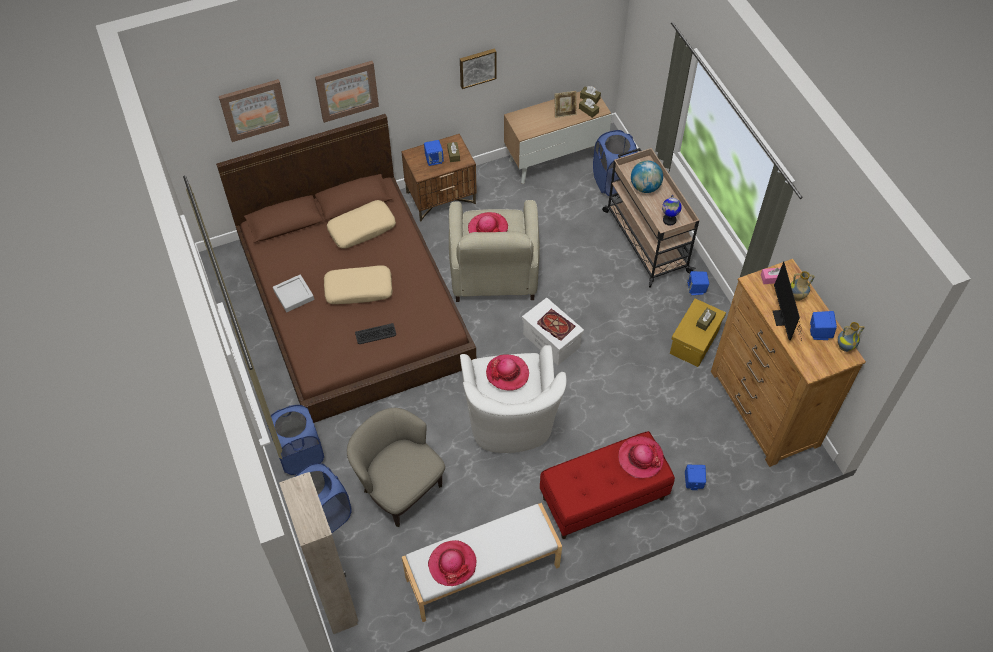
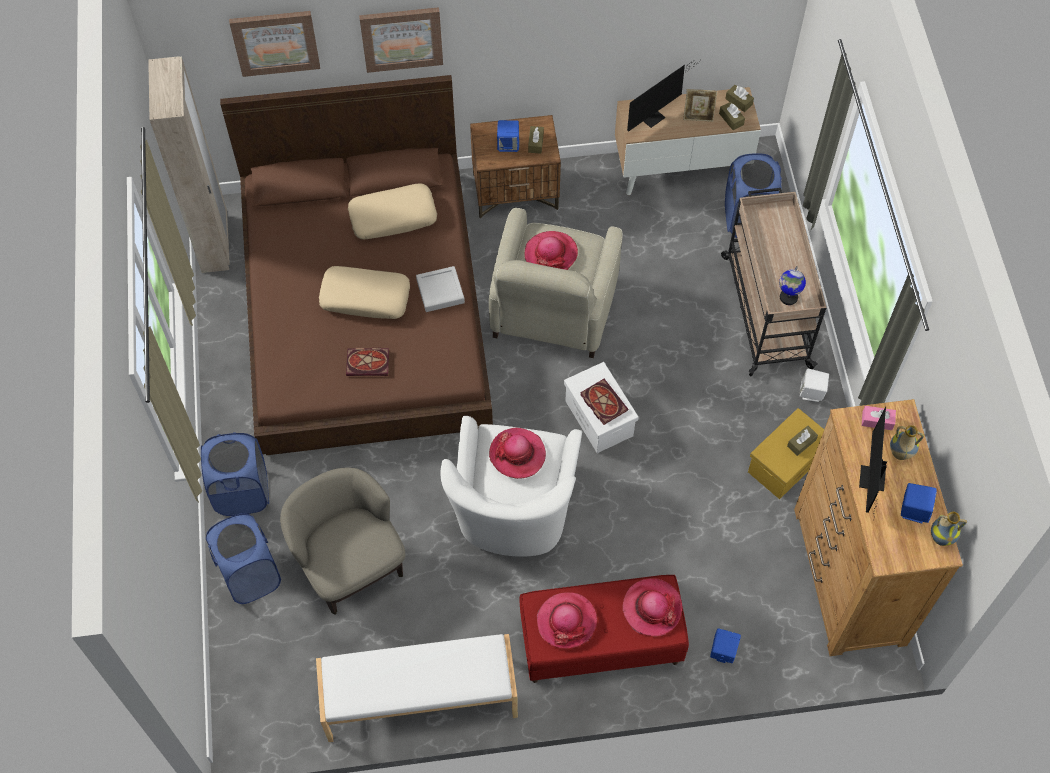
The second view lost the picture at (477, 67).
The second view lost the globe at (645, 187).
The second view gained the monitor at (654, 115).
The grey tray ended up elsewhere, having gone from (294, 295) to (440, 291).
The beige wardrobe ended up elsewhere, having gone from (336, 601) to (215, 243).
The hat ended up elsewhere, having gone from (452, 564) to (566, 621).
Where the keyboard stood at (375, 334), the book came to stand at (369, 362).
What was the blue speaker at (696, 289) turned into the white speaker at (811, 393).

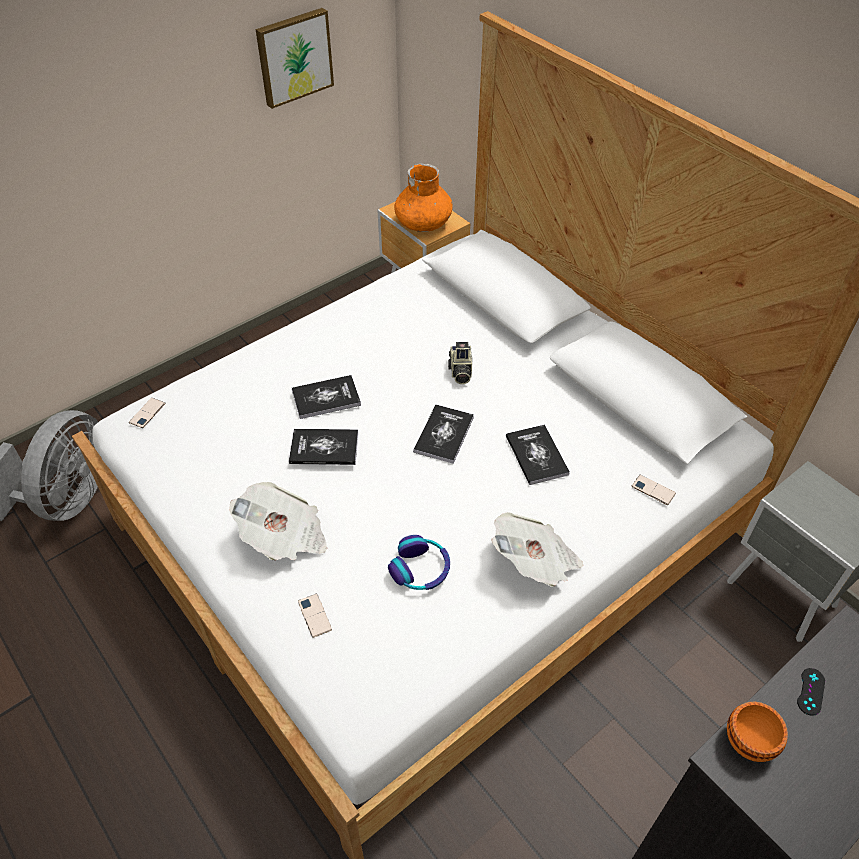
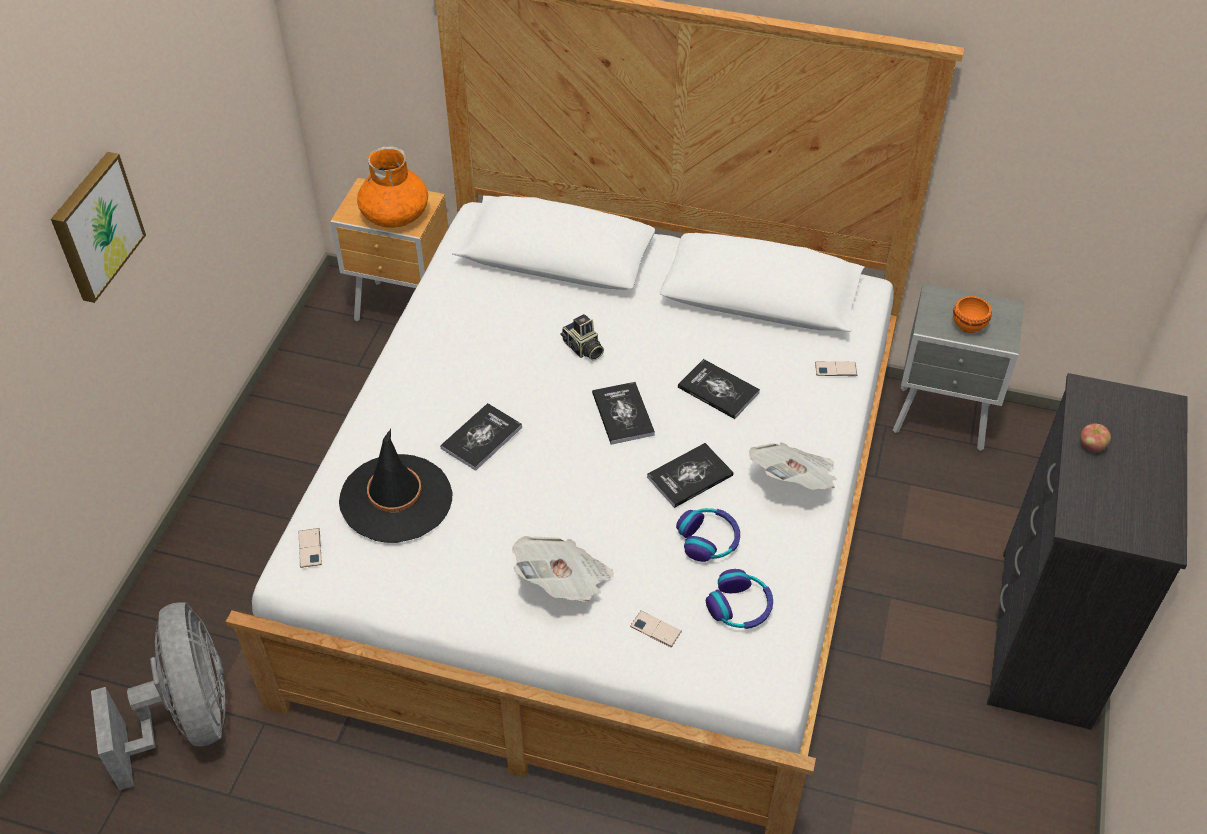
The second view gained the black hat at (396, 498).
The second view gained the headphones at (740, 607).
The picture ended up elsewhere, having gone from (294, 57) to (95, 226).
The book ended up elsewhere, having gone from (324, 448) to (690, 476).
The orange bowl ended up elsewhere, having gone from (750, 741) to (968, 325).
Where the black game controller stood at (810, 691), the apple came to stand at (1091, 446).

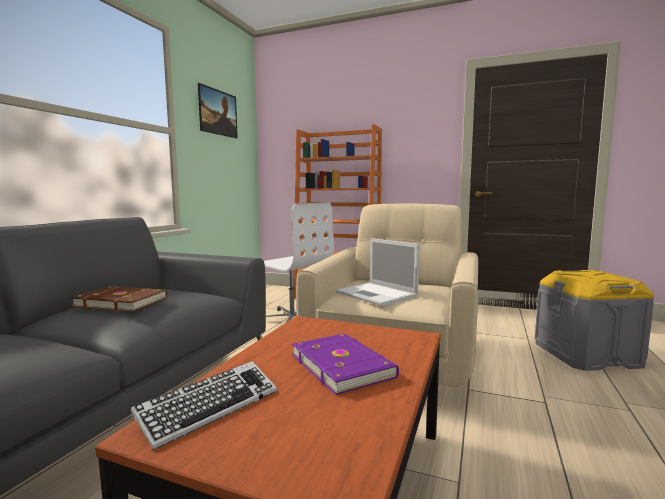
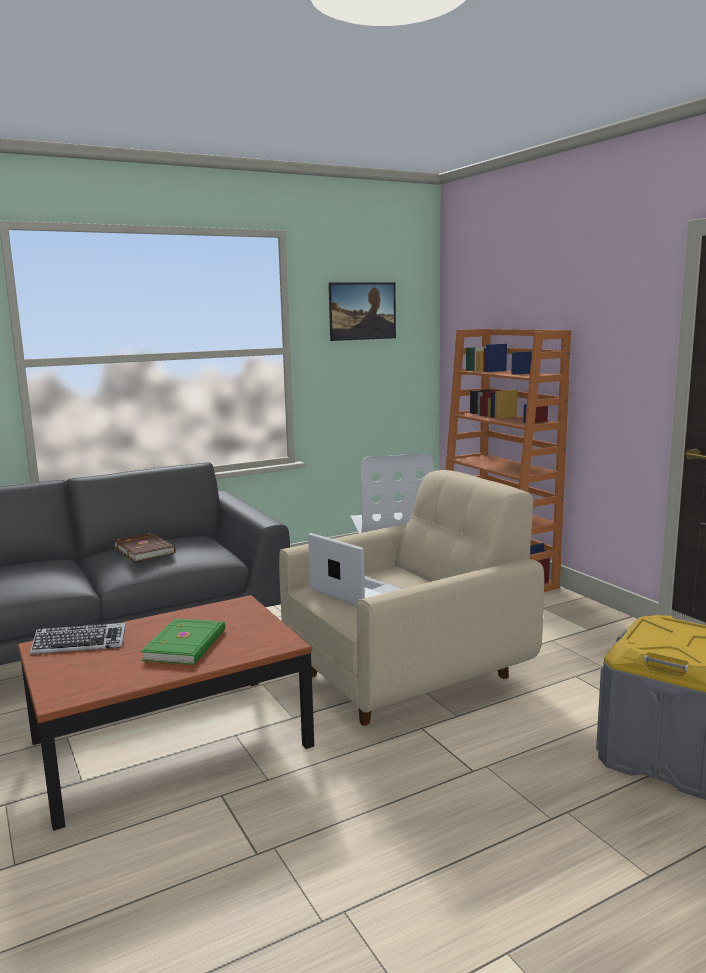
What was the purple book at (343, 365) turned into the green book at (187, 645).
The laptop at (377, 294) ended up facing another way, 135 degrees clockwise from before.

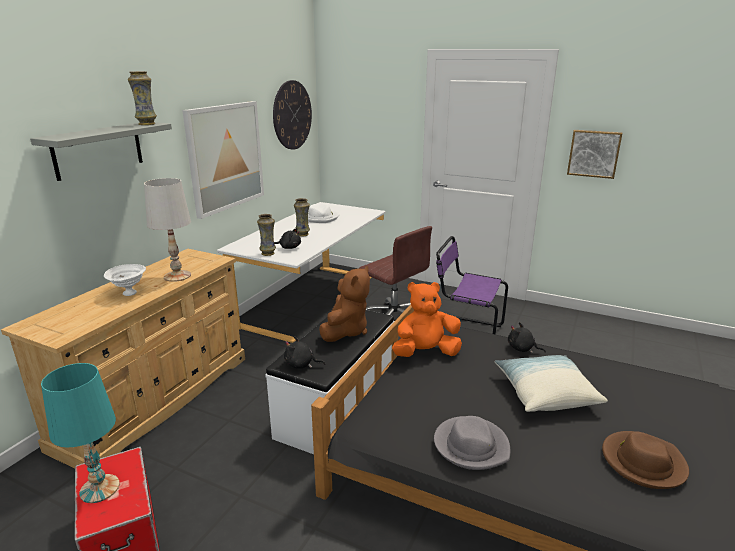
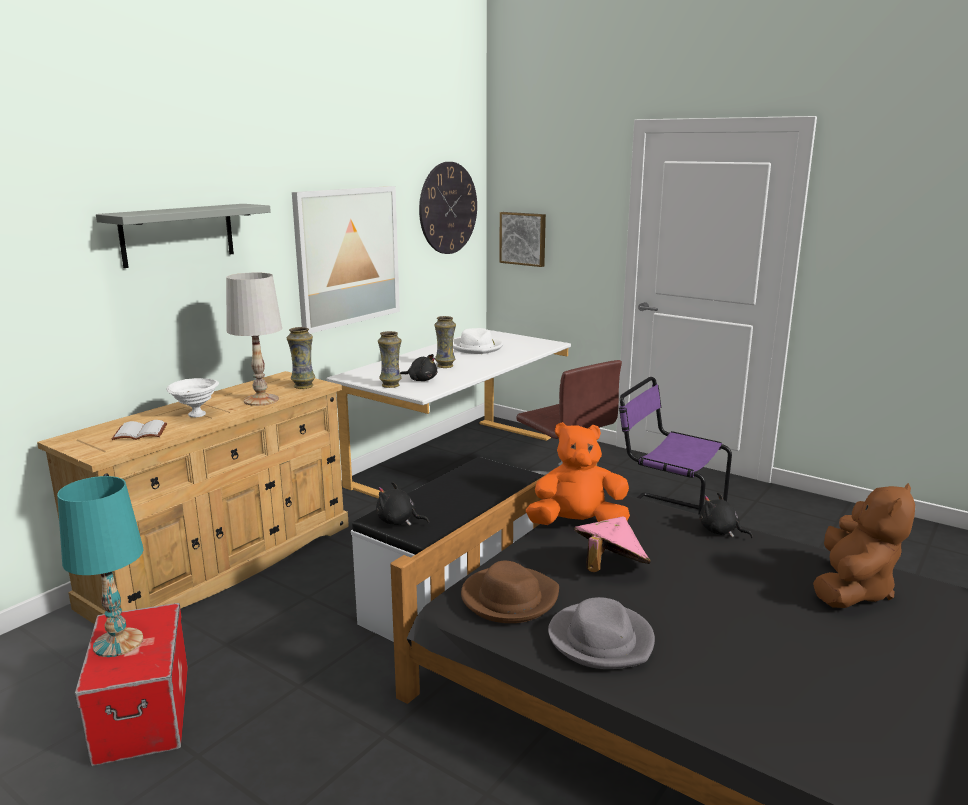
The second view lost the pillow at (545, 394).
The second view gained the white book at (139, 433).
The second view gained the pink hat at (609, 568).
The vase ended up elsewhere, having gone from (146, 124) to (303, 386).
The brown plush toy ended up elsewhere, having gone from (346, 331) to (852, 590).
The picture ended up elsewhere, having gone from (594, 153) to (523, 238).
The brown hat ended up elsewhere, having gone from (643, 462) to (509, 598).

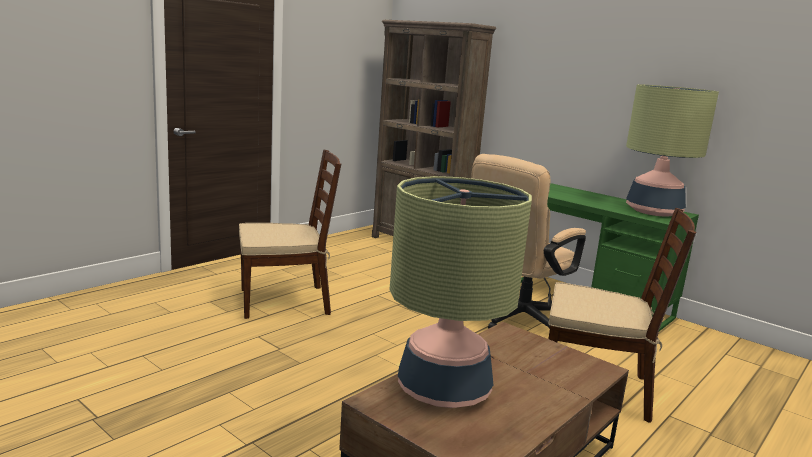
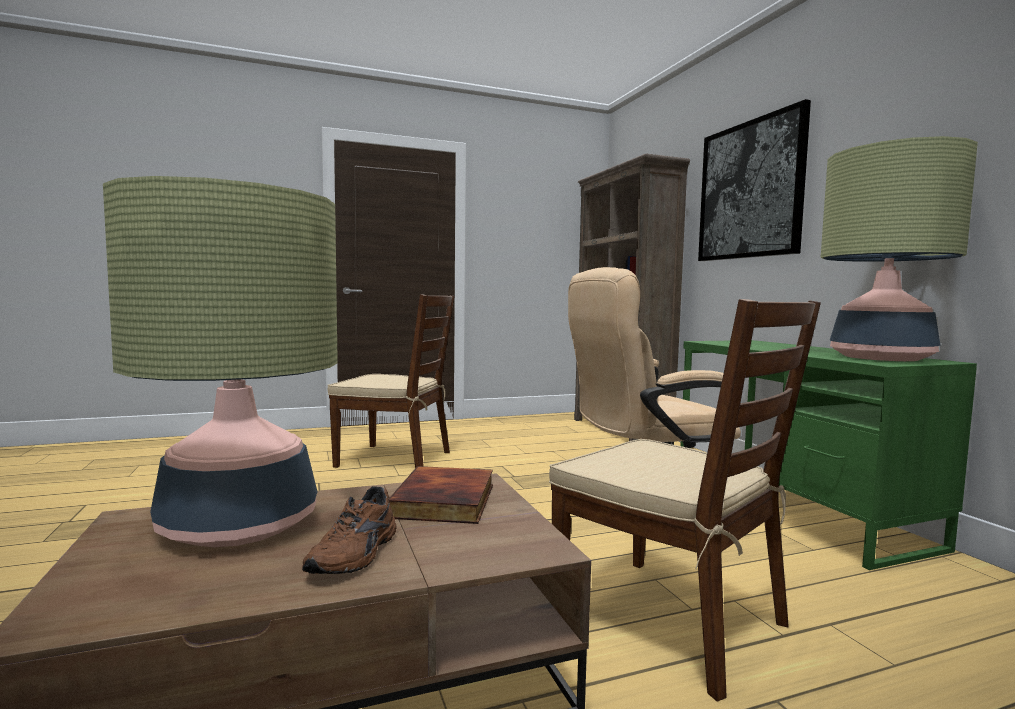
The second view gained the brown shoe at (357, 554).
The second view gained the book at (446, 501).
The second view gained the picture at (750, 190).

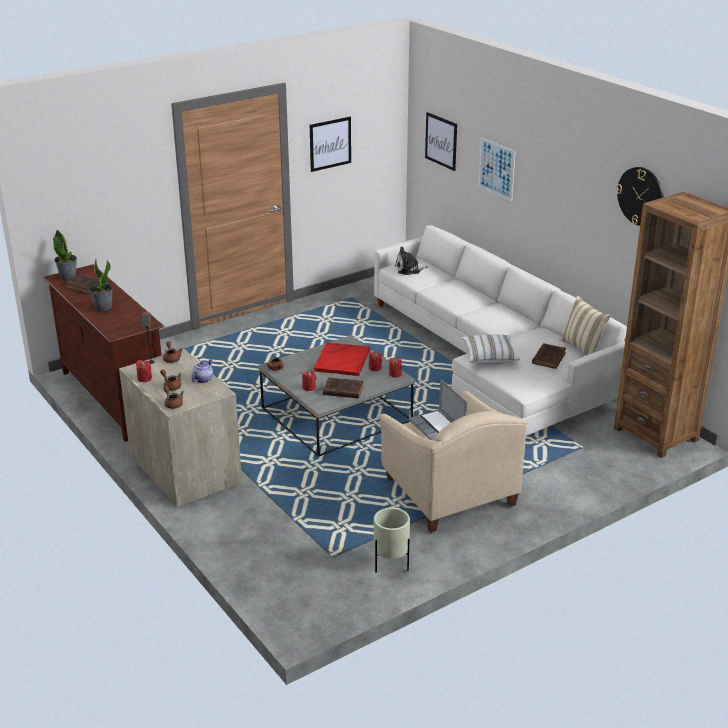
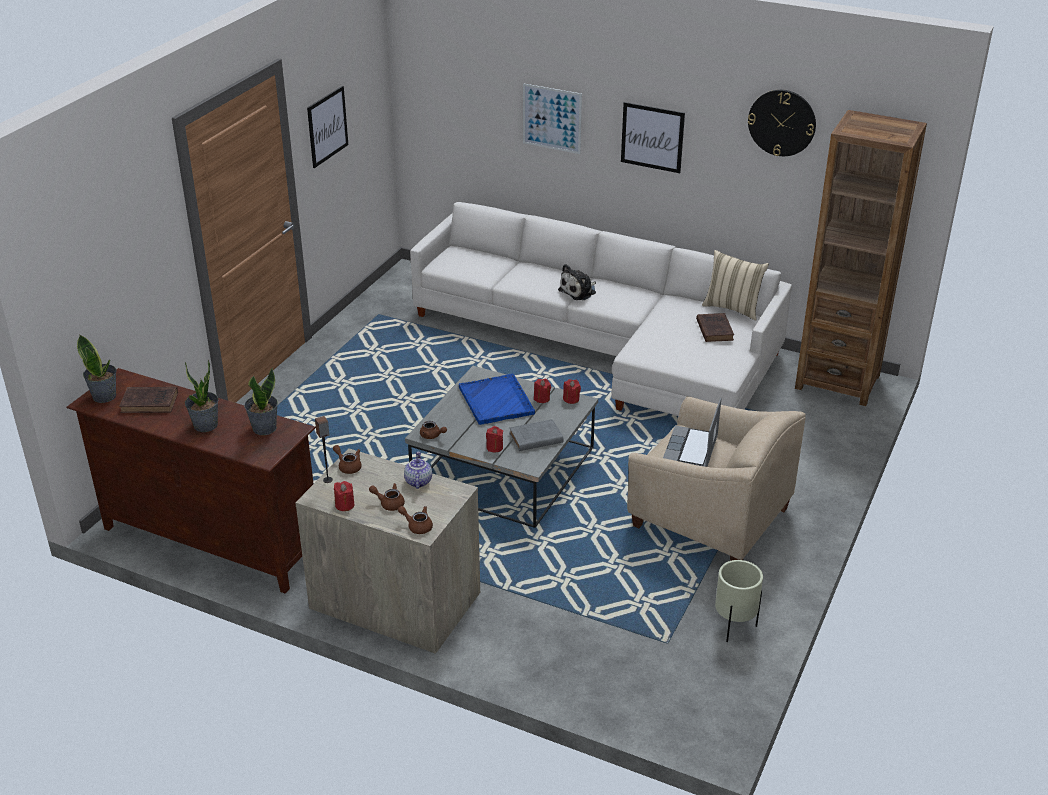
The second view lost the white pillow at (489, 357).
The second view gained the potted plant at (264, 428).
The plush toy ended up elsewhere, having gone from (409, 269) to (579, 291).
The picture ended up elsewhere, having gone from (441, 141) to (652, 137).
What was the red tray at (342, 360) turned into the blue tray at (496, 401).
What was the brown book at (342, 390) turned into the grey book at (534, 438).
The laptop at (438, 428) ended up facing another way, 75 degrees clockwise from before.

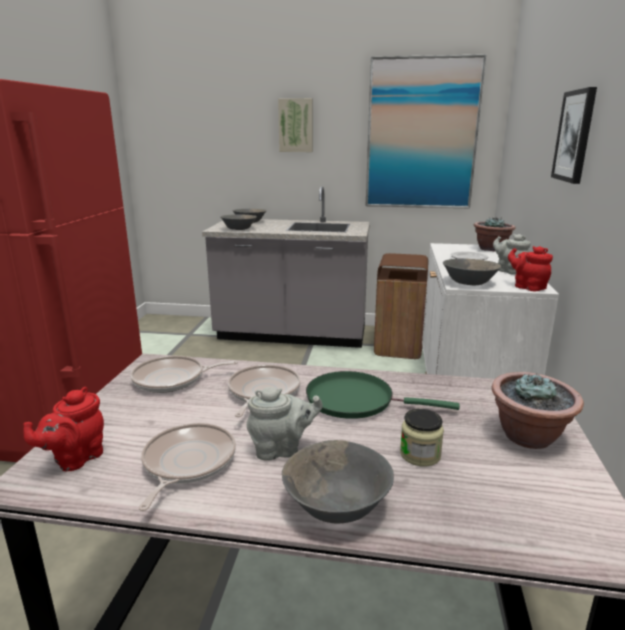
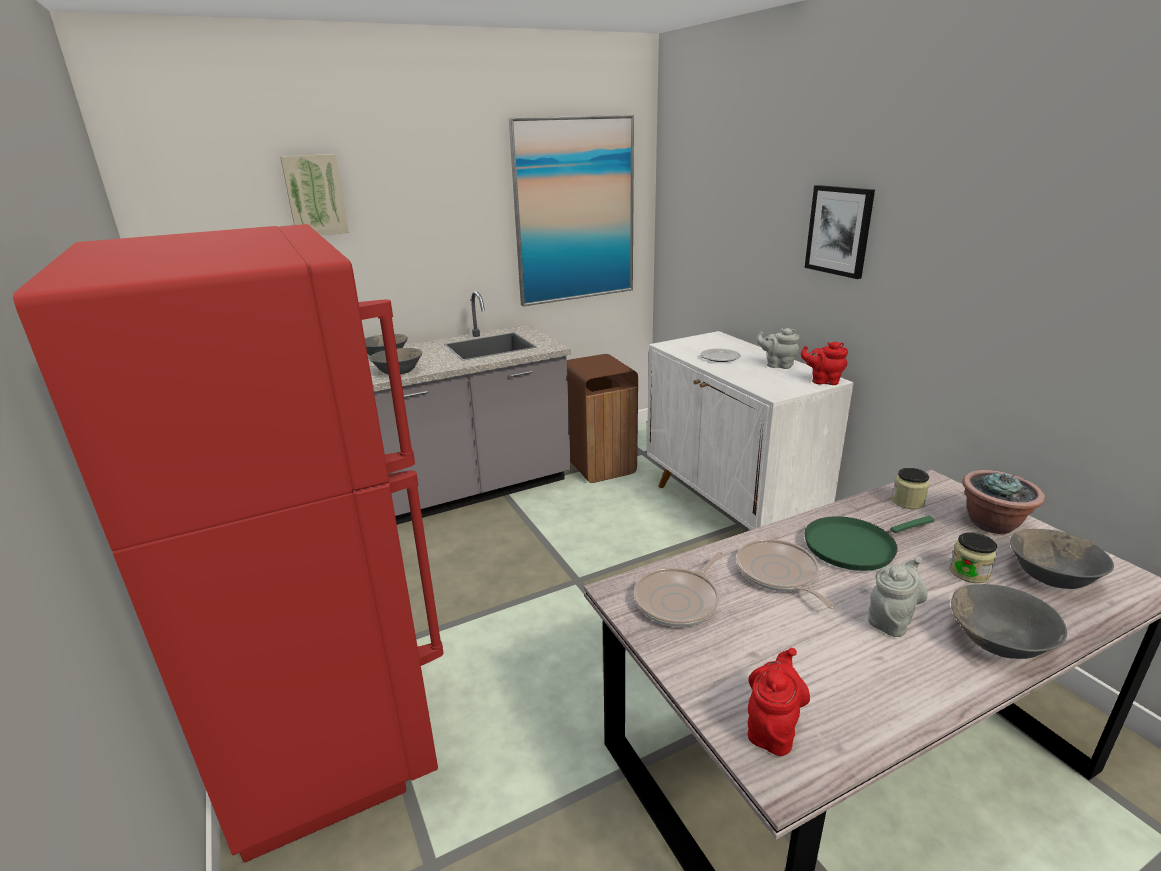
The second view lost the frying pan at (187, 463).
The second view lost the potted plant at (491, 249).
The second view gained the jar at (907, 502).
The picture ended up elsewhere, having gone from (296, 125) to (315, 195).
The grey bowl ended up elsewhere, having gone from (469, 283) to (1053, 577).
The red teapot at (75, 459) ended up facing another way, 150 degrees counterclockwise from before.

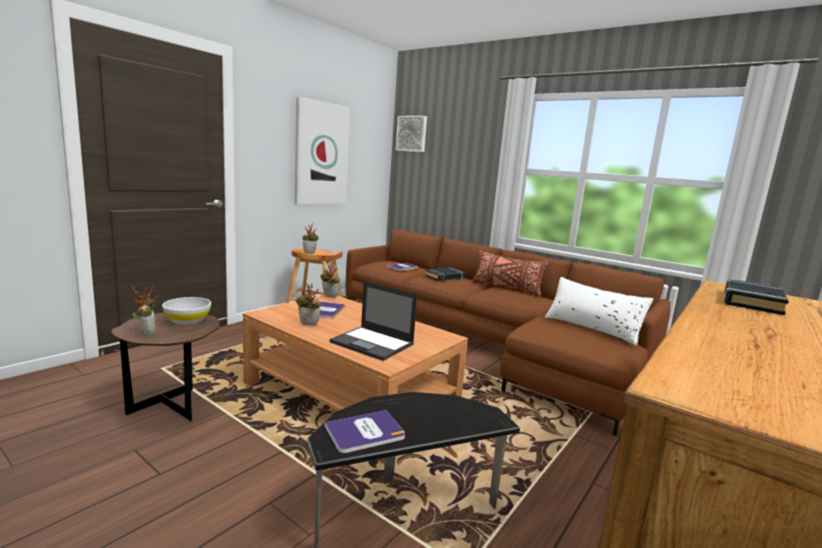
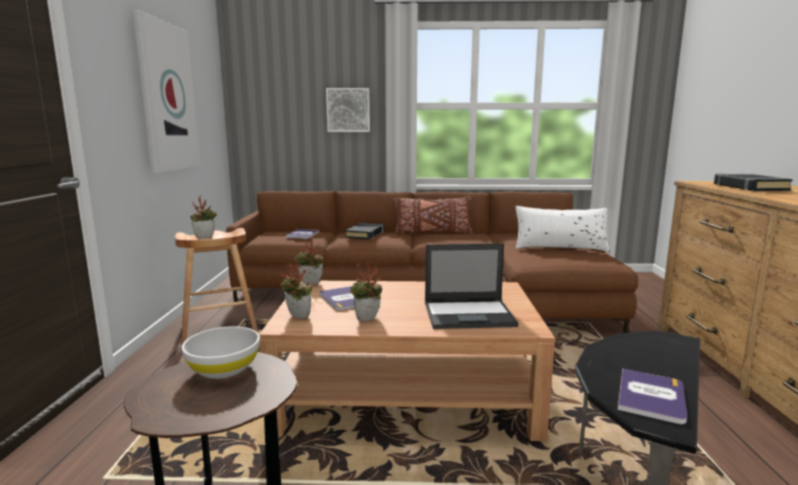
The potted plant ended up elsewhere, having gone from (146, 333) to (296, 317).
The picture ended up elsewhere, having gone from (412, 134) to (348, 110).

